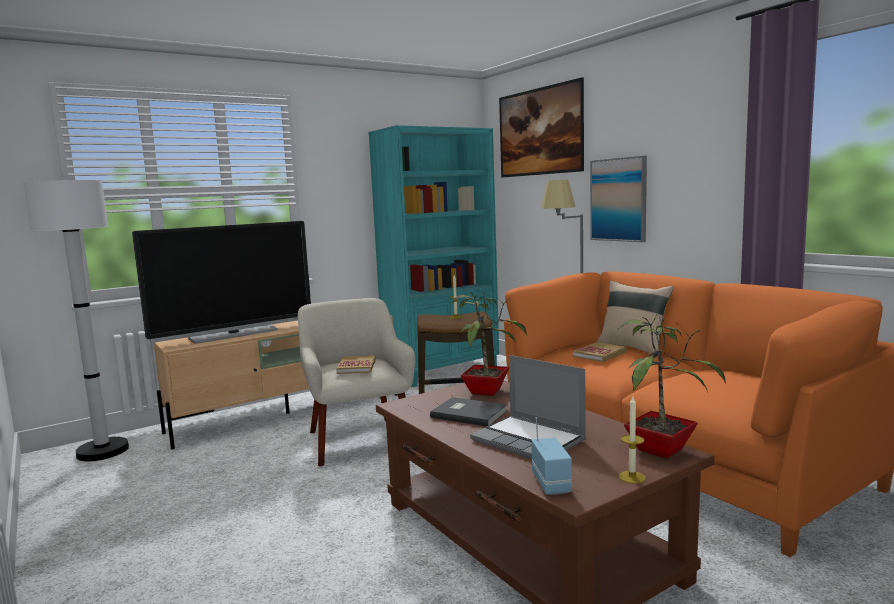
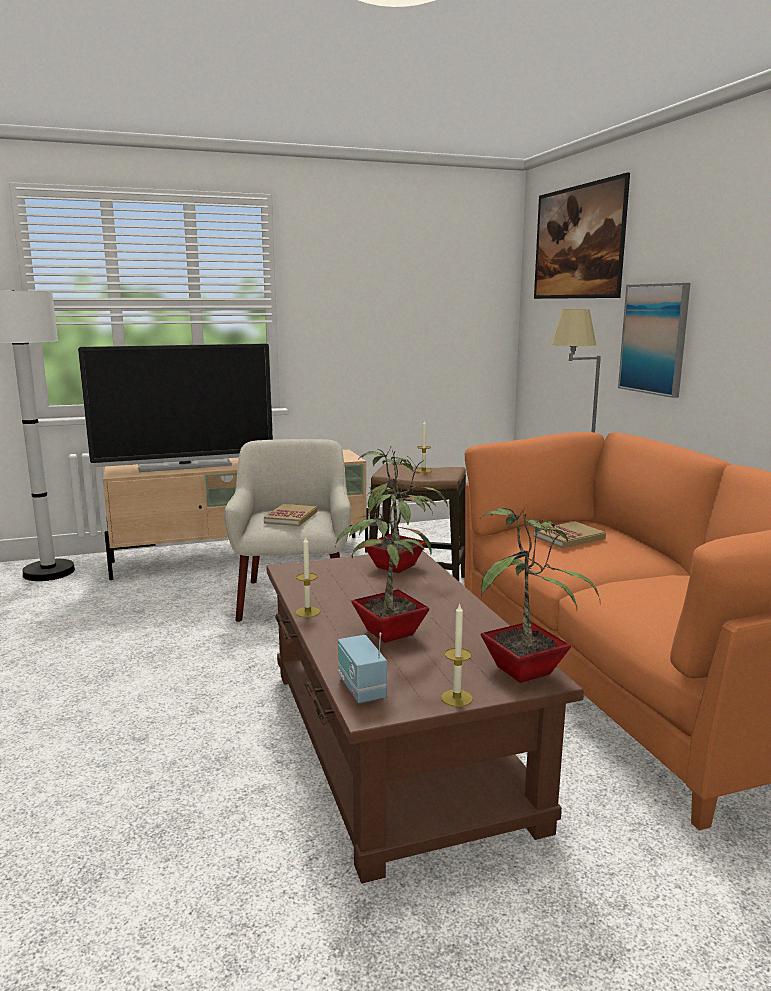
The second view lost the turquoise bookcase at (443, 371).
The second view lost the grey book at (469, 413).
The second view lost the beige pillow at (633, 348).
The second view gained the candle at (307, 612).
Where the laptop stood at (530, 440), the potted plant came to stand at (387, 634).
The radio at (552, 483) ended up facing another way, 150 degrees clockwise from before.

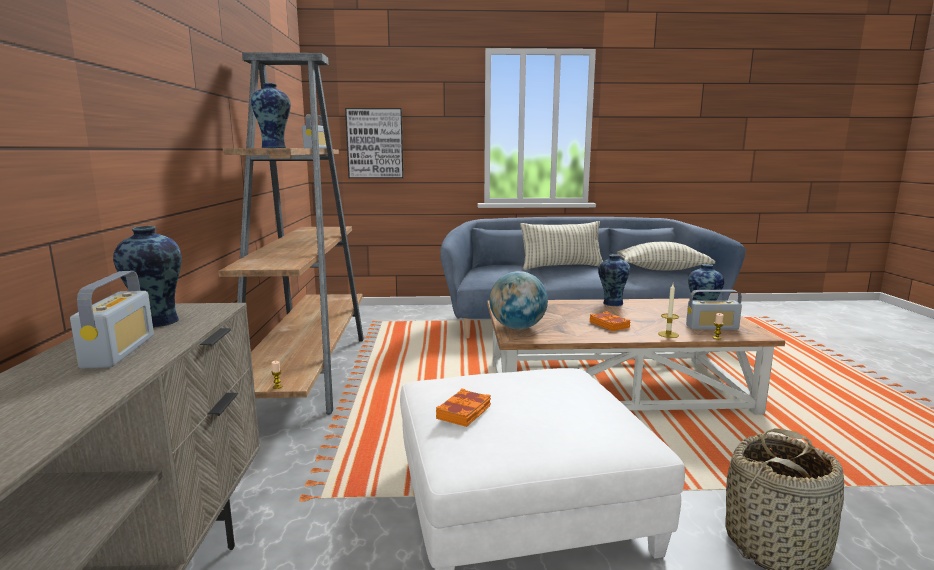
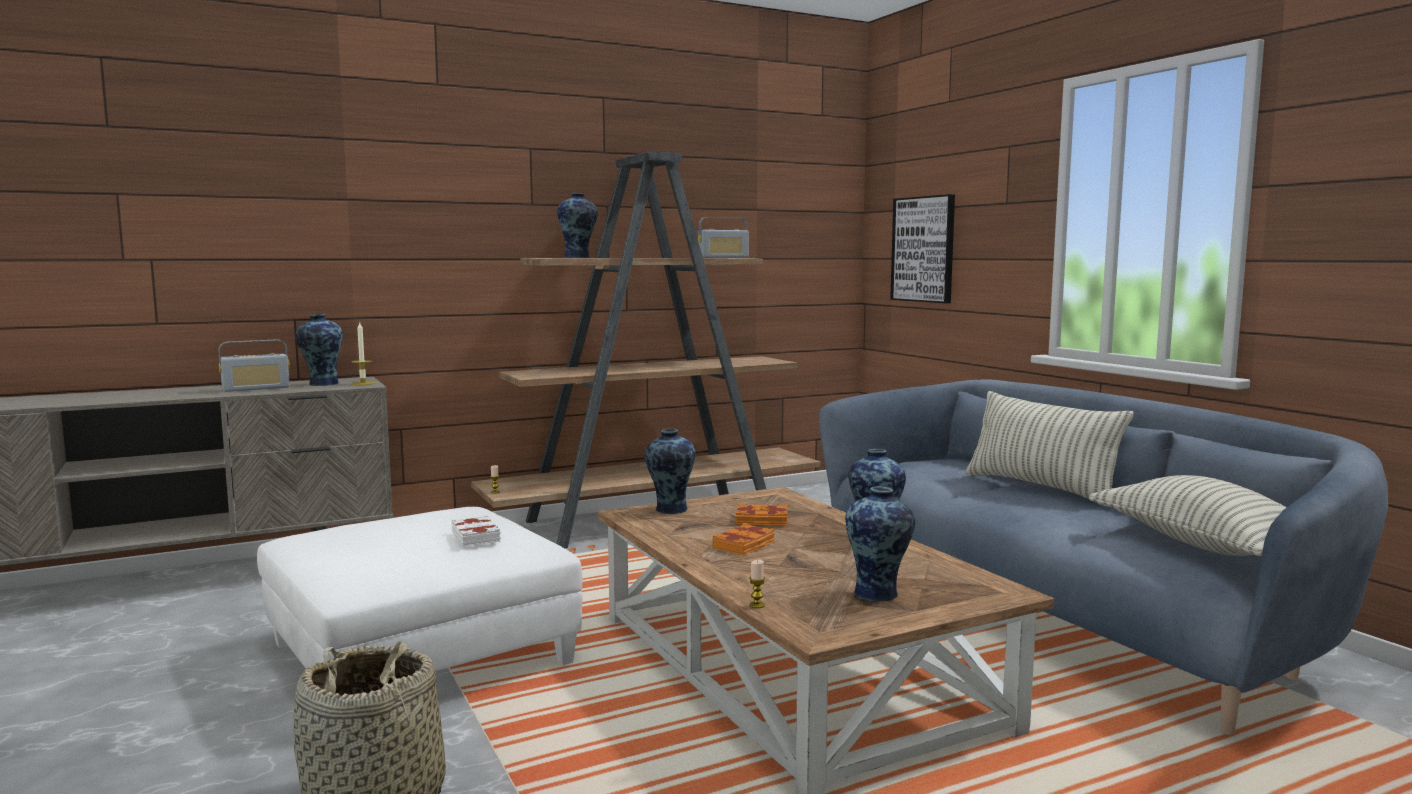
The second view lost the radio at (712, 327).
The second view gained the white book at (476, 536).
The orange book ended up elsewhere, having gone from (464, 412) to (761, 520).
The candle ended up elsewhere, having gone from (668, 334) to (363, 383).
Where the globe stood at (517, 328), the vase came to stand at (670, 510).

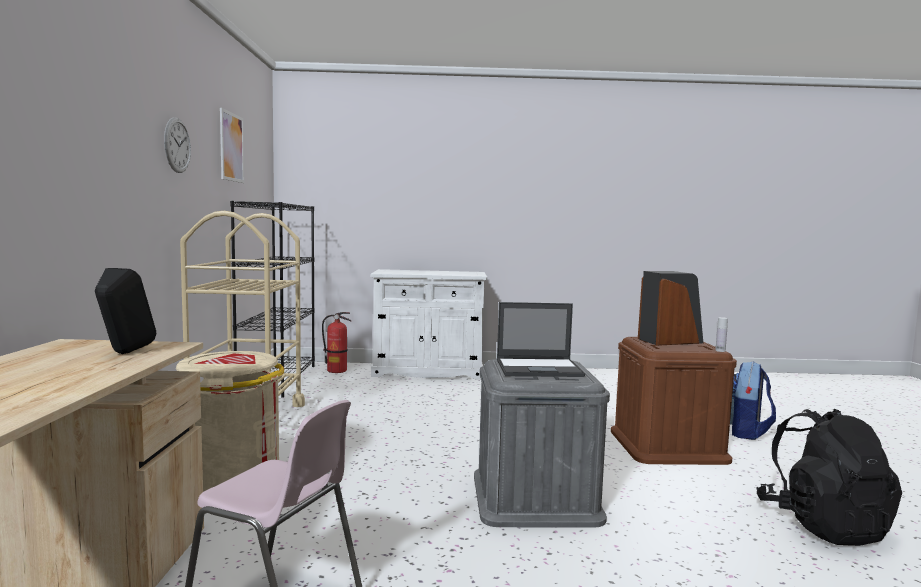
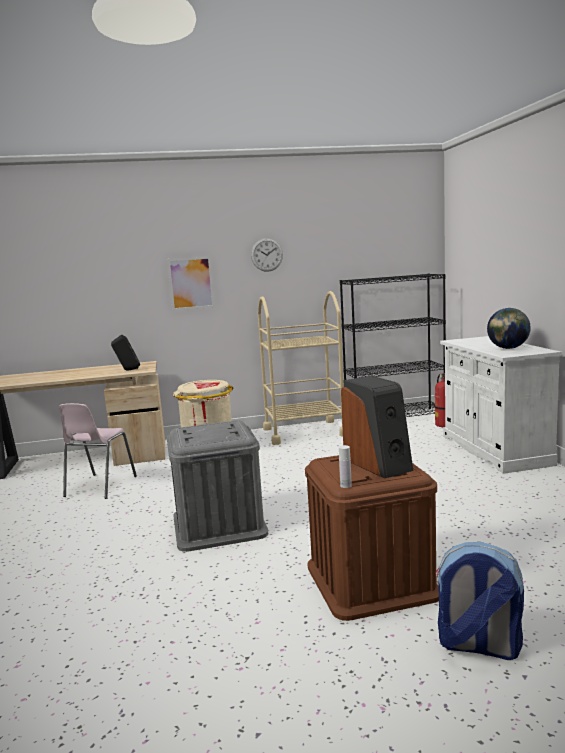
The second view lost the laptop at (539, 368).
The second view lost the black backpack at (822, 525).
The second view gained the globe at (508, 348).
The picture ended up elsewhere, having gone from (231, 147) to (191, 283).

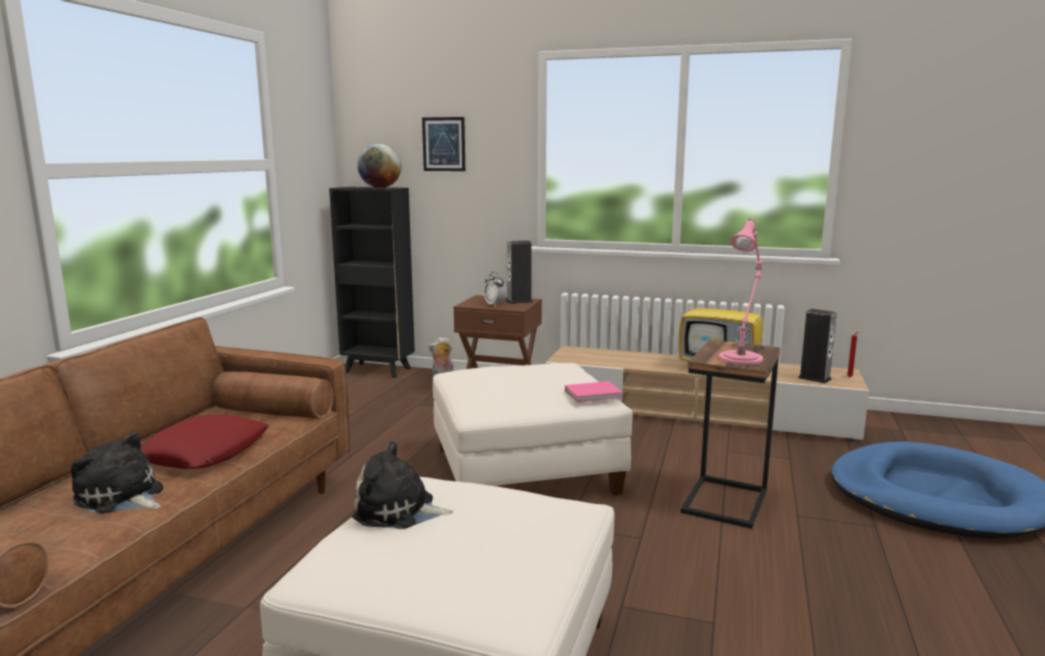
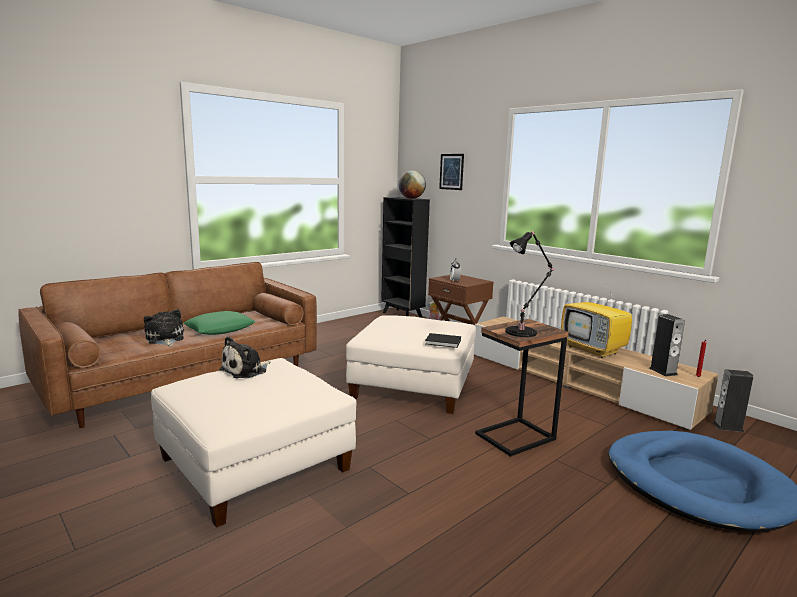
The speaker ended up elsewhere, having gone from (519, 301) to (728, 427).
What was the red pillow at (204, 452) turned into the green pillow at (220, 329).
What was the pink book at (595, 394) turned into the black book at (444, 342).
What was the pink table lamp at (742, 357) turned into the black table lamp at (523, 332).
The plush toy at (399, 511) ended up facing another way, 90 degrees counterclockwise from before.

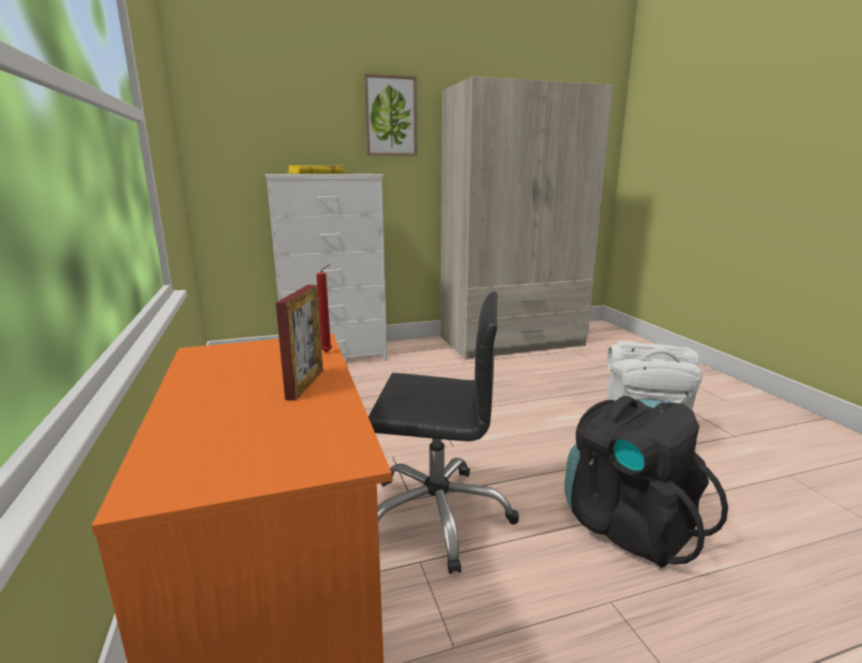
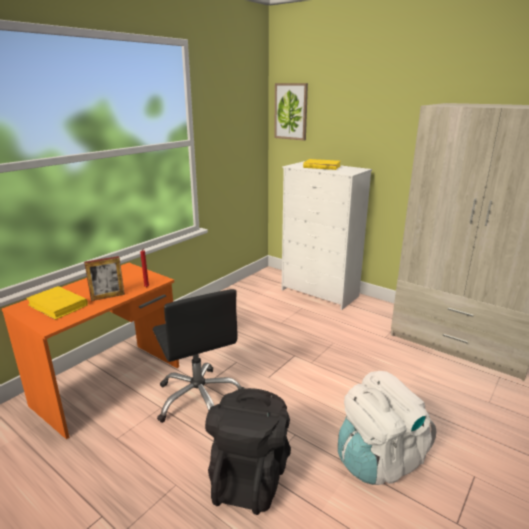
The second view gained the yellow book at (58, 305).
The picture ended up elsewhere, having gone from (390, 116) to (291, 111).

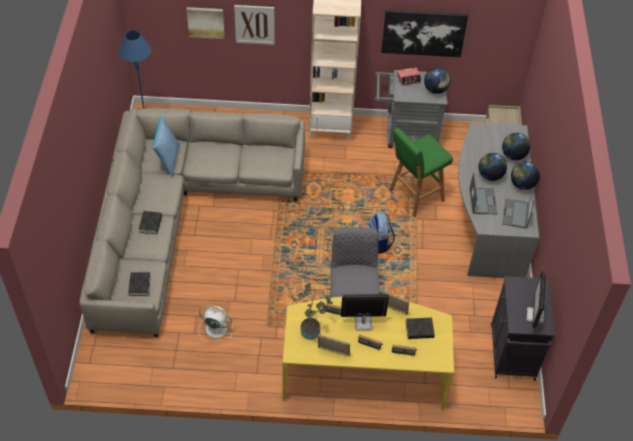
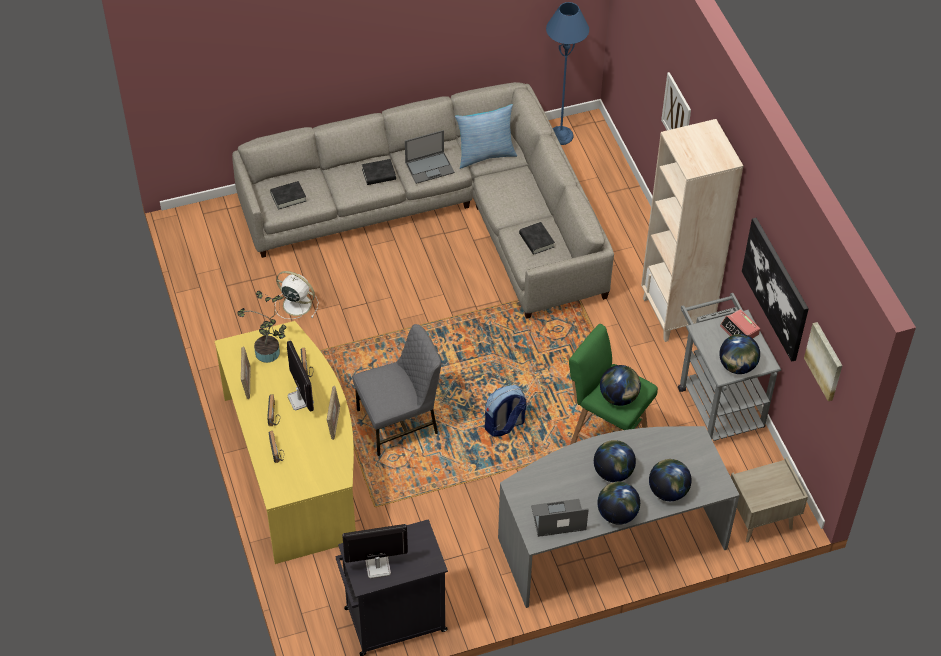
The second view gained the globe at (619, 397).
The picture ended up elsewhere, having gone from (206, 22) to (825, 361).
The black book ended up elsewhere, having gone from (419, 330) to (536, 240).
The laptop ended up elsewhere, having gone from (482, 201) to (430, 167).
The white fan at (215, 328) ended up facing another way, 60 degrees counterclockwise from before.

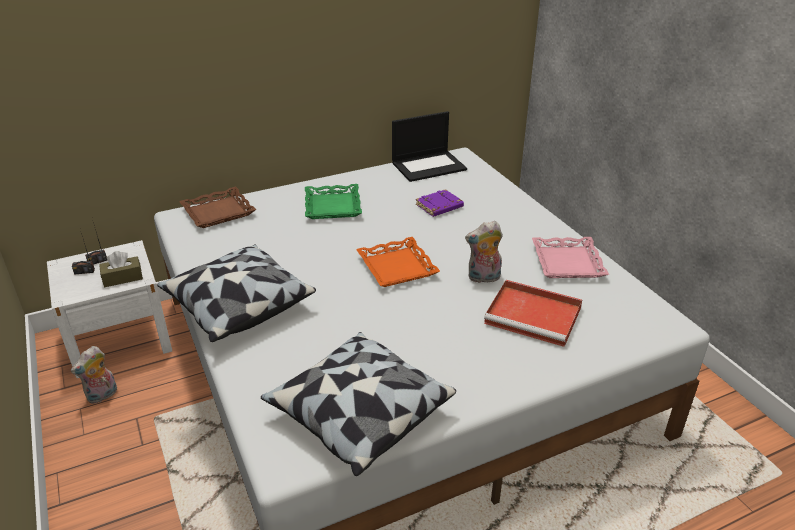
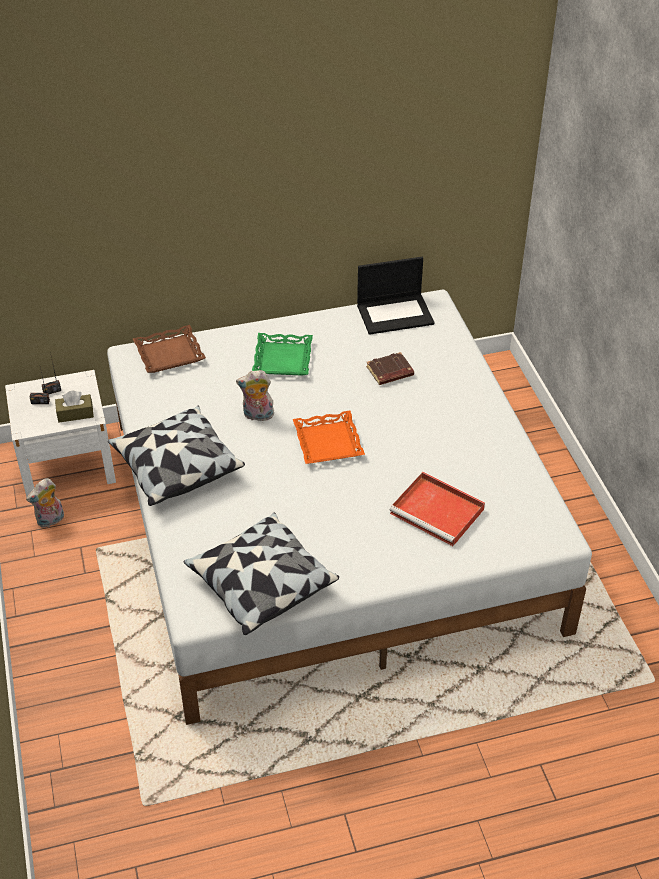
The second view lost the pink tray at (568, 263).
The plush toy ended up elsewhere, having gone from (483, 278) to (257, 416).
What was the purple book at (439, 207) turned into the brown book at (389, 372).

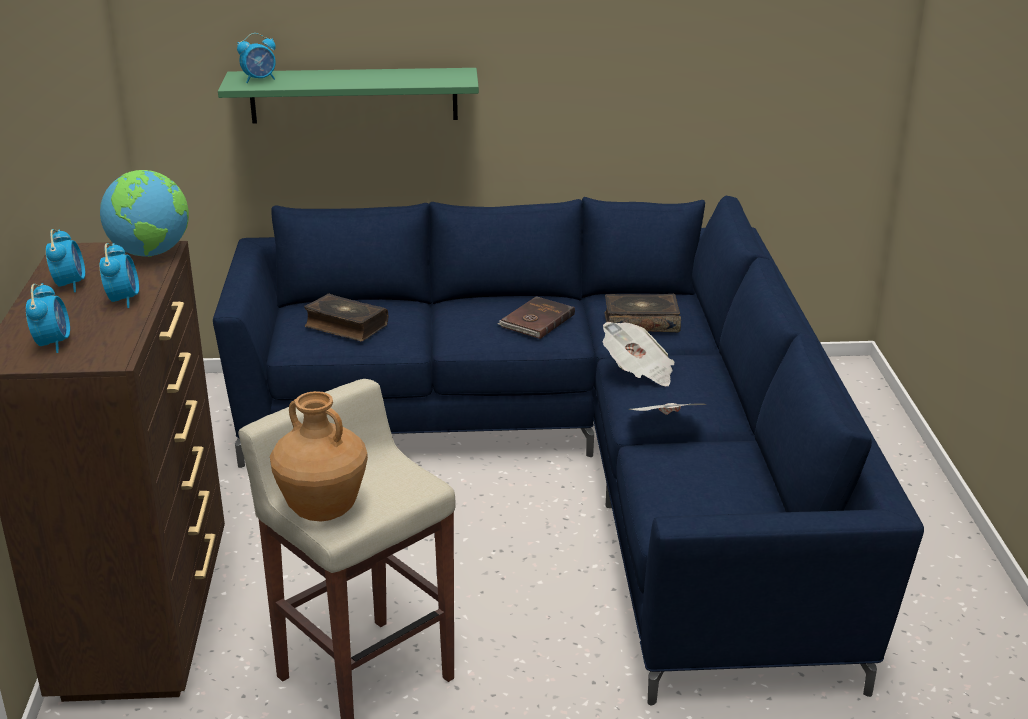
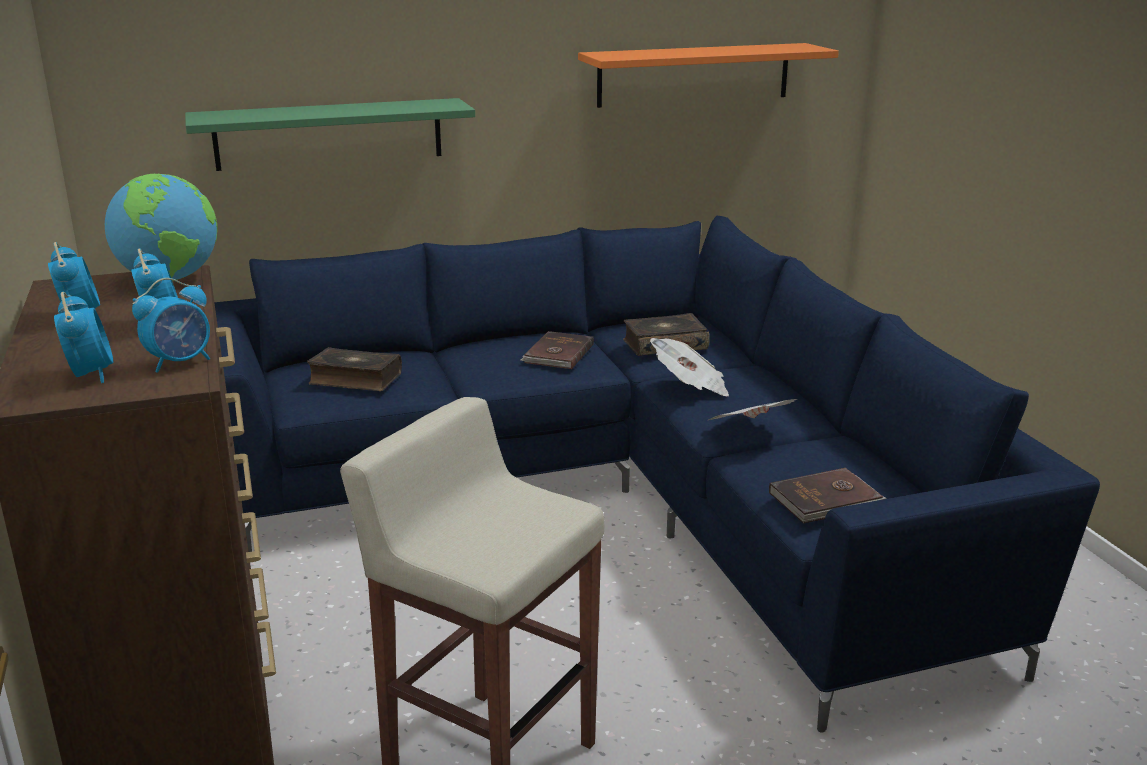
The second view lost the brown vase at (322, 511).
The second view gained the orange shelf at (694, 74).
The second view gained the brown book at (826, 500).
The alarm clock ended up elsewhere, having gone from (260, 79) to (180, 362).

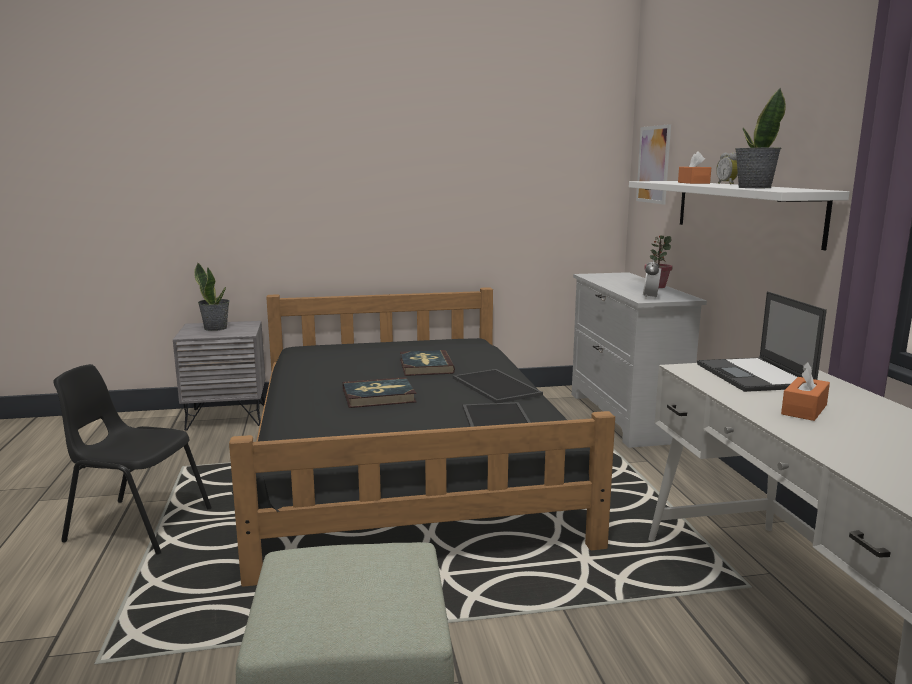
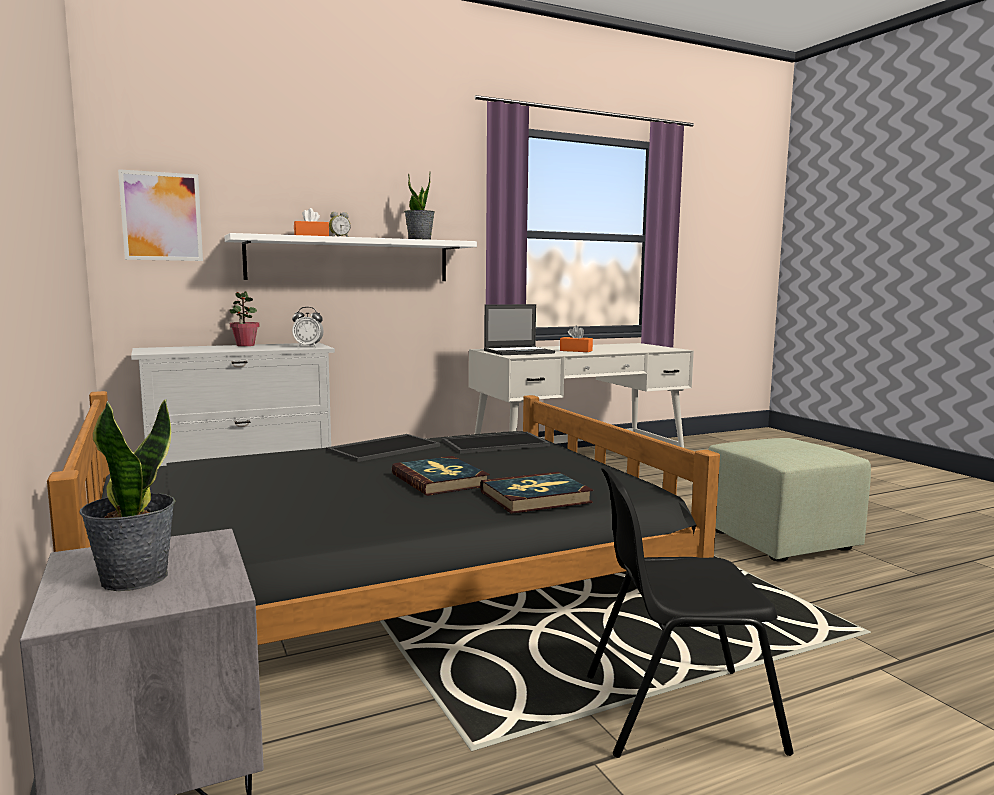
The book ended up elsewhere, having gone from (425, 366) to (535, 497).
The black chair at (137, 525) ended up facing another way, 90 degrees clockwise from before.

